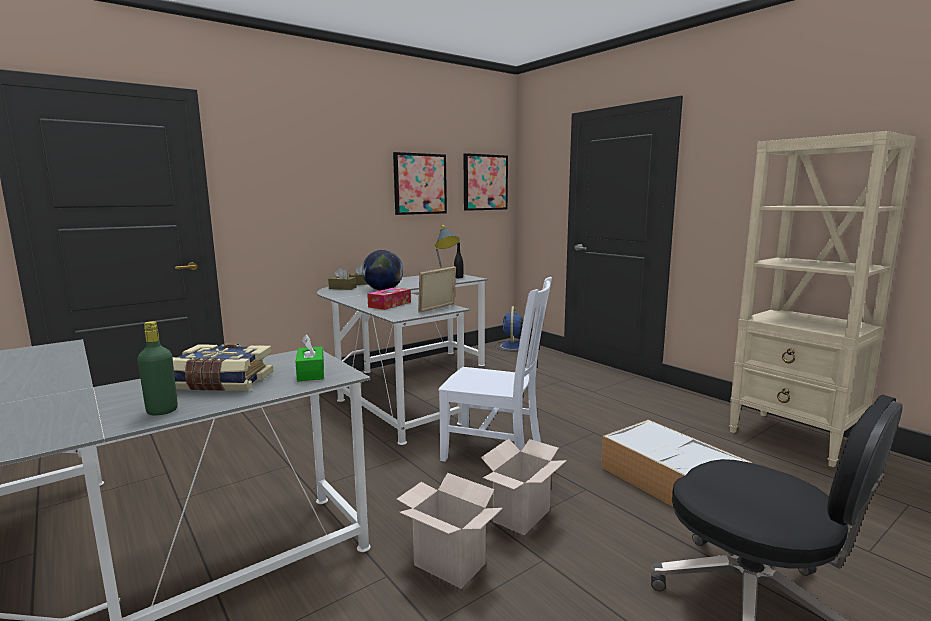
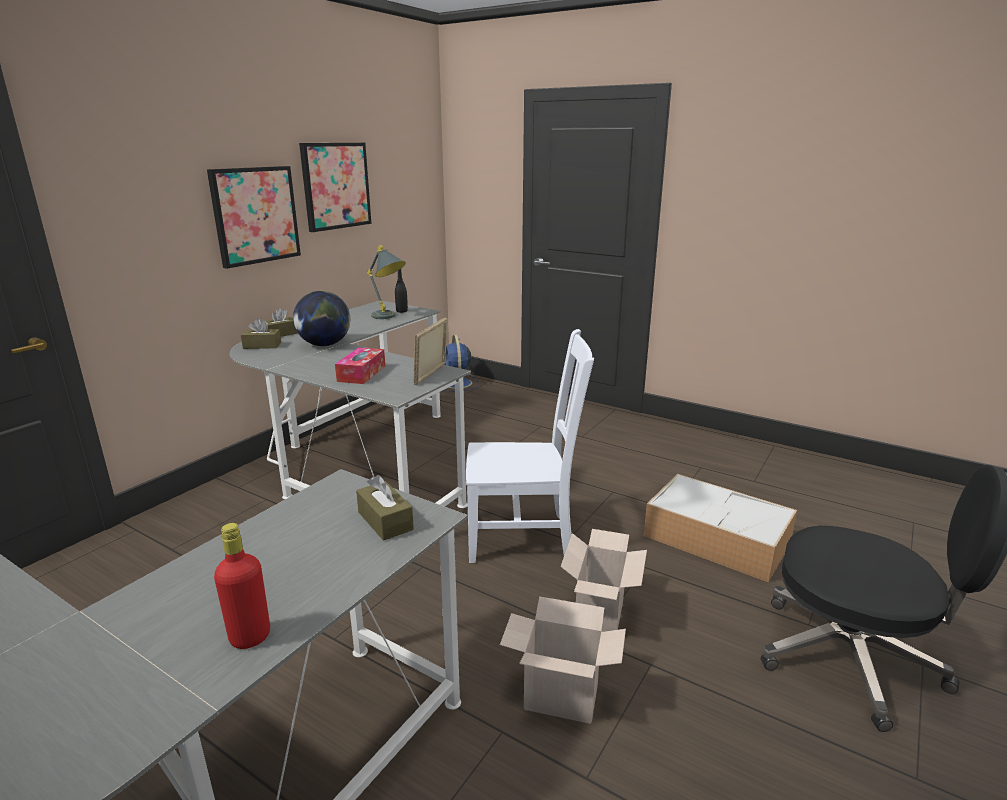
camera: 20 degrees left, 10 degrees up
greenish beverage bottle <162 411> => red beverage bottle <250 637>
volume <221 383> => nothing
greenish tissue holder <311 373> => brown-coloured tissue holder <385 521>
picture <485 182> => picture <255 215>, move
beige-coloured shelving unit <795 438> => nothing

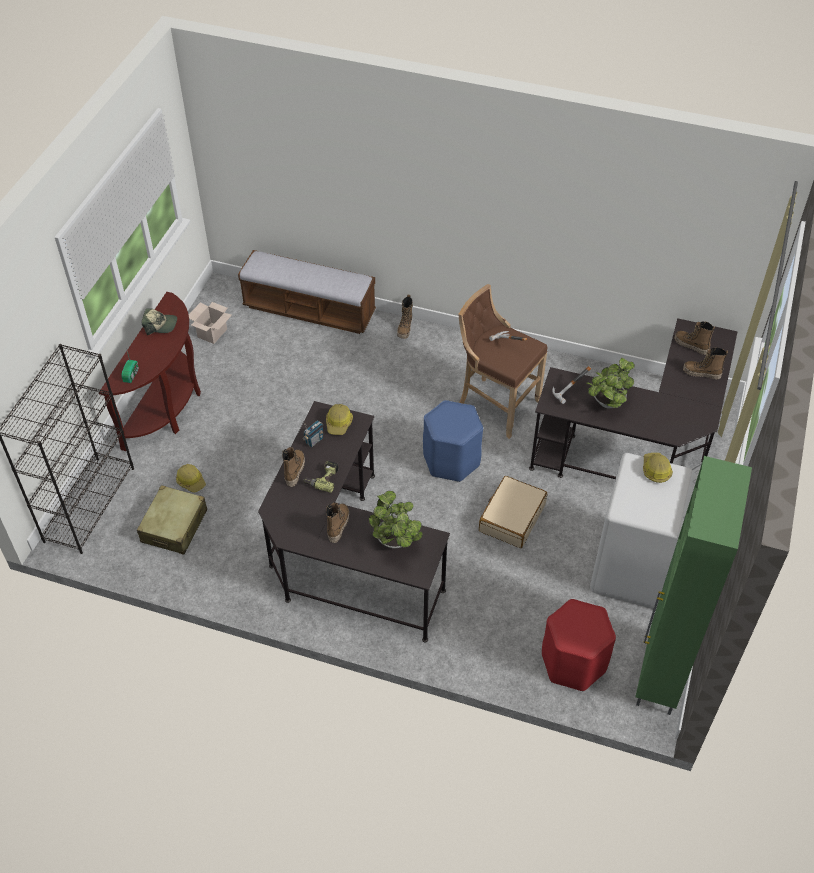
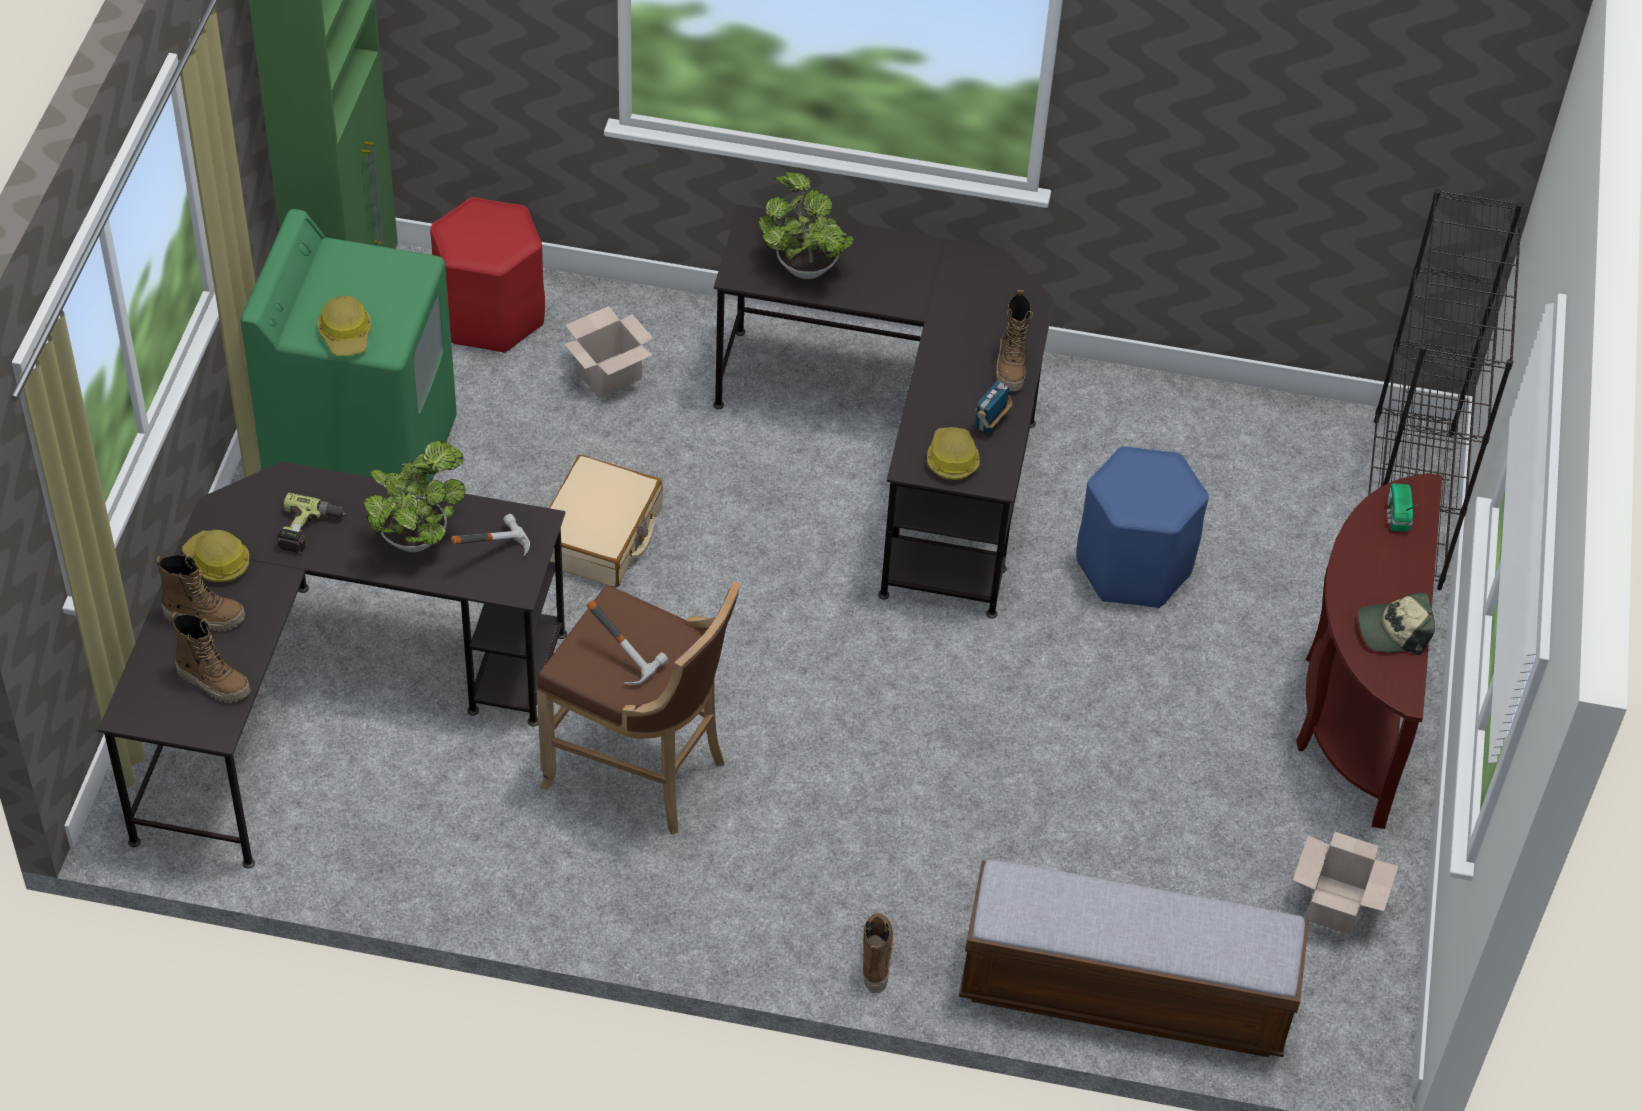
camera: 170 degrees right, 0 degrees up
beige-coloured piece of luggage <174 526> => nothing
hard hat <191 481> => hard hat <217 562>, move
electric drill <322 478> => electric drill <309 531>, move
tall boot <338 525> => nothing
blue-coloured stool seat <451 460> => blue-coloured stool seat <1134 567>, move
white-coloured laundry machine <639 571> => greenish laundry machine <363 459>
nothing => packing box <610 374>

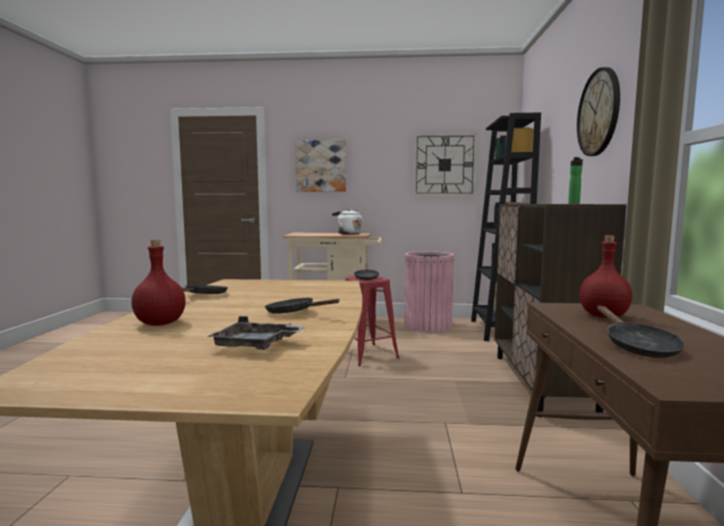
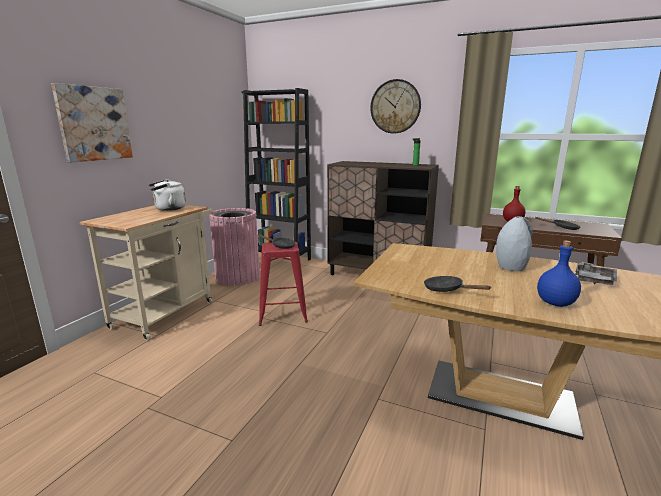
camera: 70 degrees left, 10 degrees up
red beverage bottle <161 323> => blue-coloured beverage bottle <554 303>
black-coloured frying pan <294 313> => greyish decorative vase <511 267>
hanging clock <444 165> => nothing

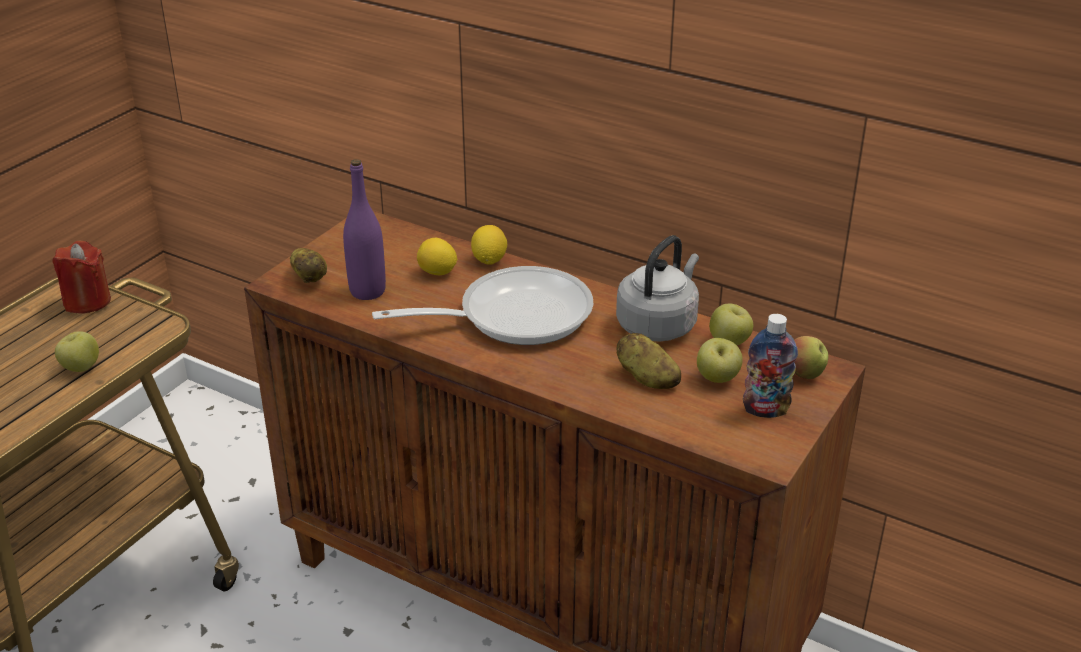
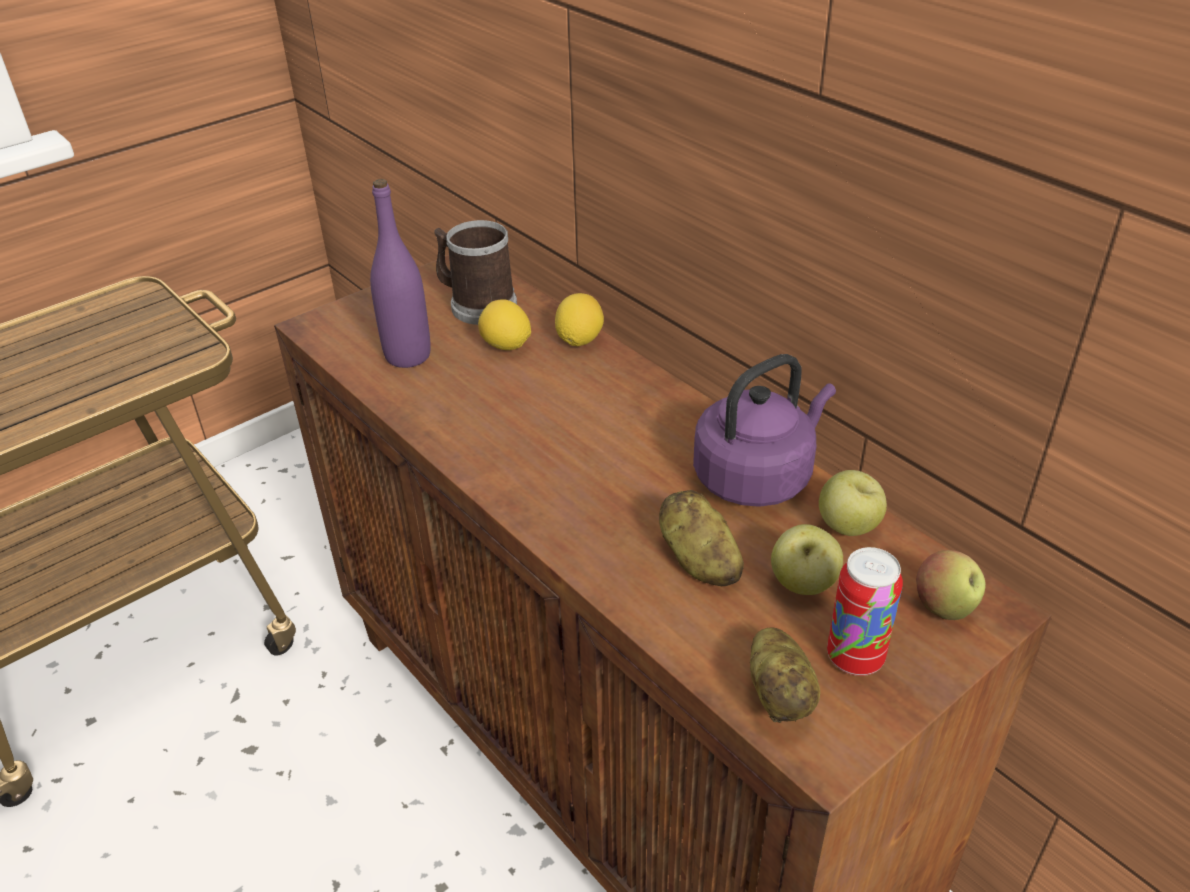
camera: 20 degrees right, 5 degrees up
red candle <87 301> => nothing
apple fruit <81 368> => nothing
whole potato <310 278> => whole potato <780 694>, move
frying pan <513 316> => nothing
greyish tea kettle <658 324> => purple-coloured tea kettle <757 477>
beverage bottle <765 410> => sealed can <855 657>
nothing => tea mug <477 305>

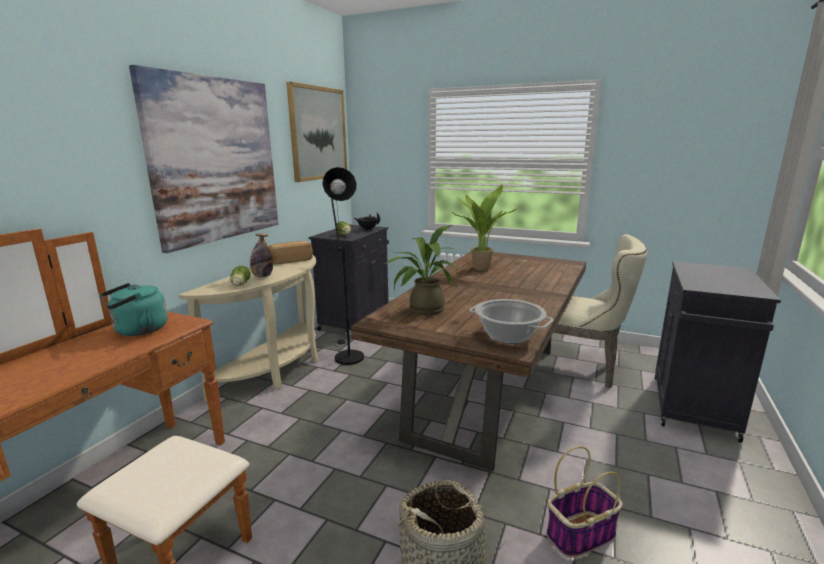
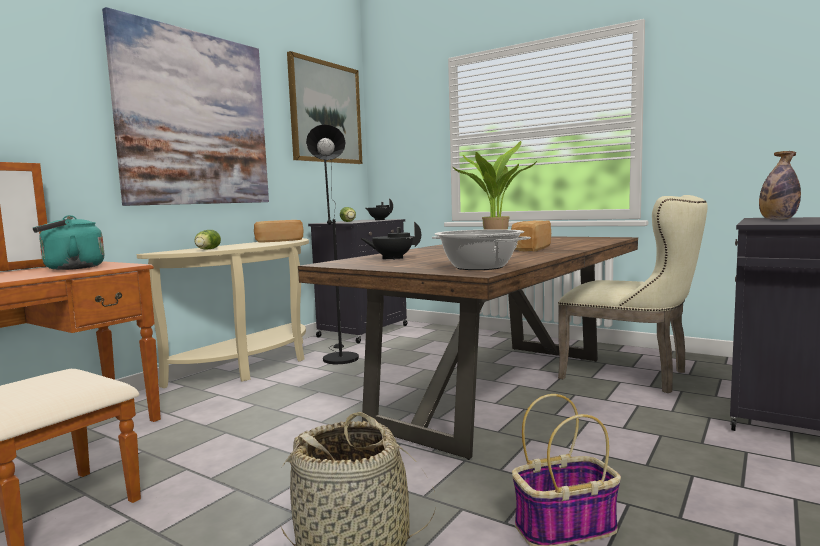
camera: 10 degrees right, 10 degrees down
beverage bottle <262 276> => beverage bottle <777 219>, move
potted plant <422 310> => black-coloured tea pot <392 258>
nothing => baked bread <529 249>

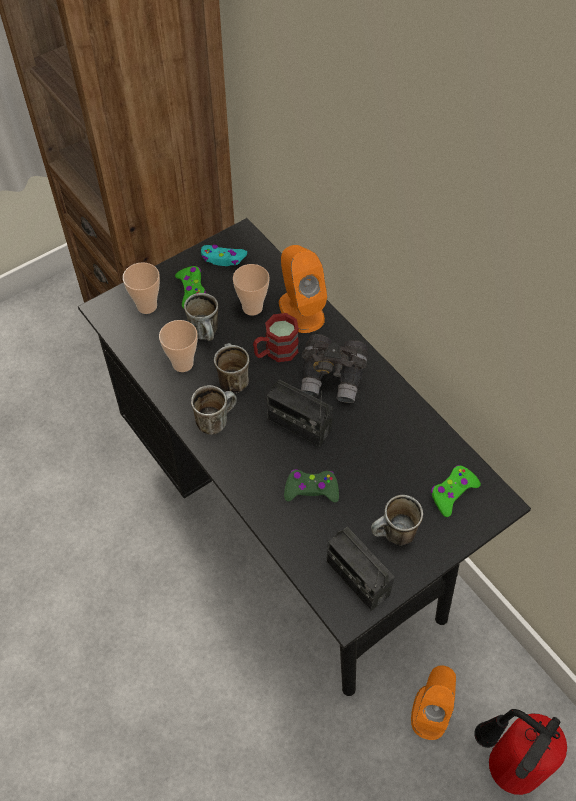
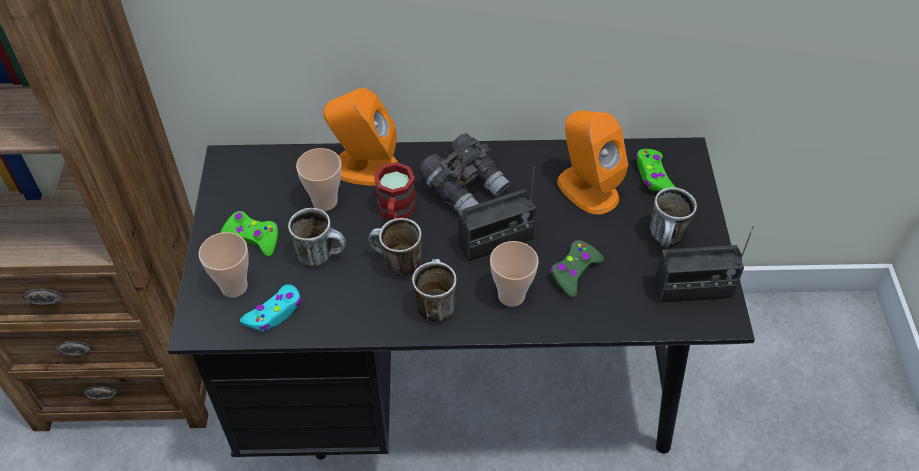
camera: 55 degrees left, 5 degrees down
small cup <182 363> => small cup <511 295>, move
turquoise game controller <223 259> => turquoise game controller <274 313>, move
orangey loudspeaker <431 711> => orangey loudspeaker <587 188>, move
fire extinguisher <504 765> => nothing

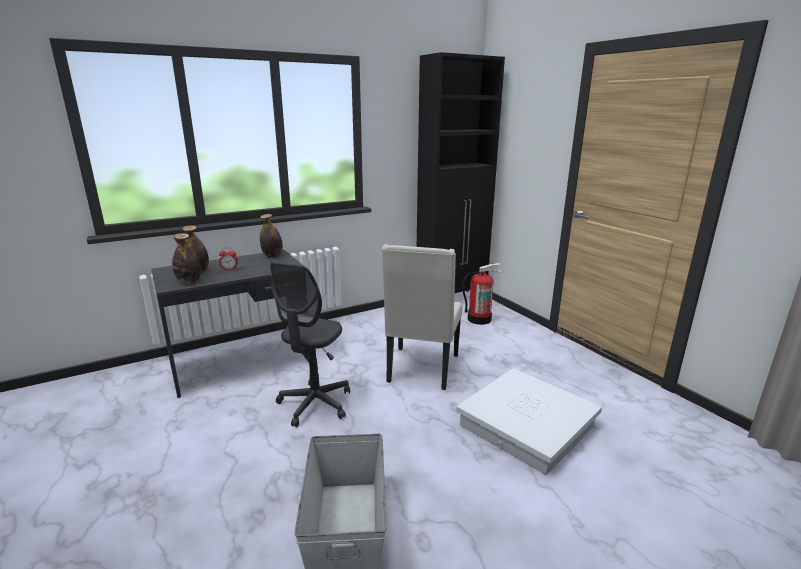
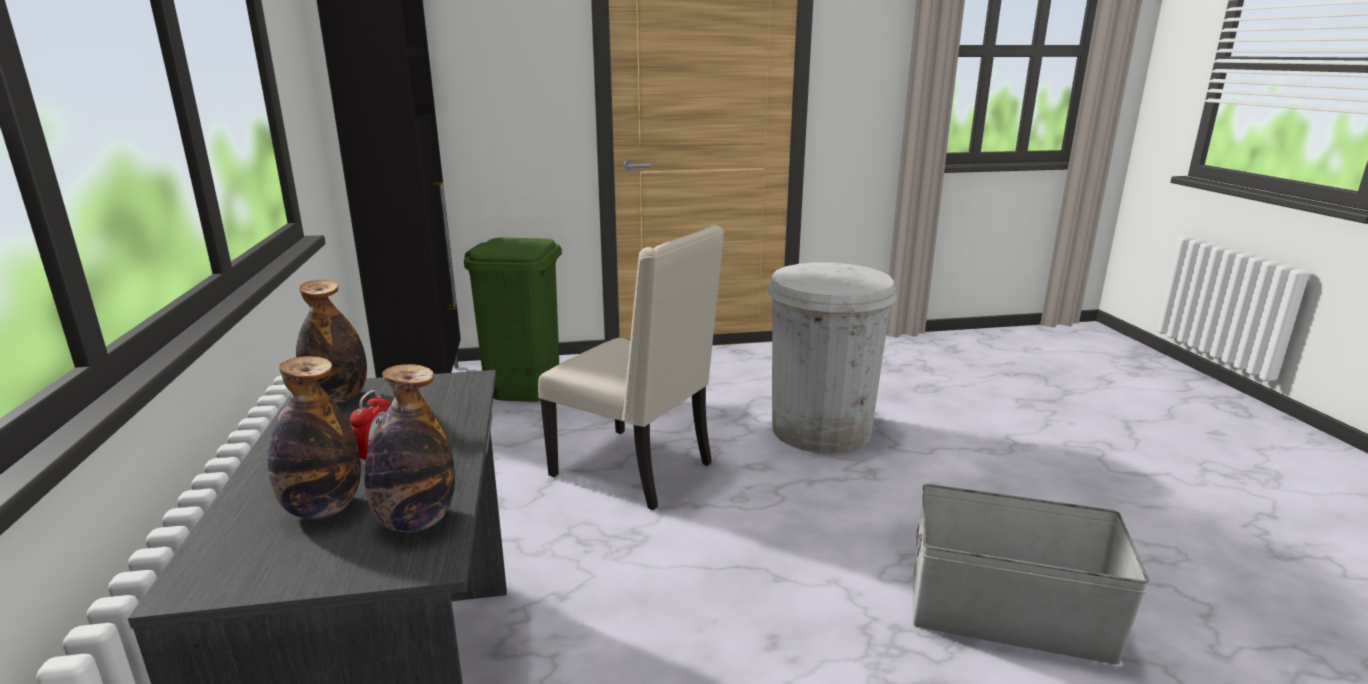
camera: 70 degrees left, 0 degrees up
greyish computer chair <315 404> => nothing
white-coloured storage container <527 425> => white-coloured trash can <821 429>
fire extinguisher <479 319> => greenish trash can <523 387>

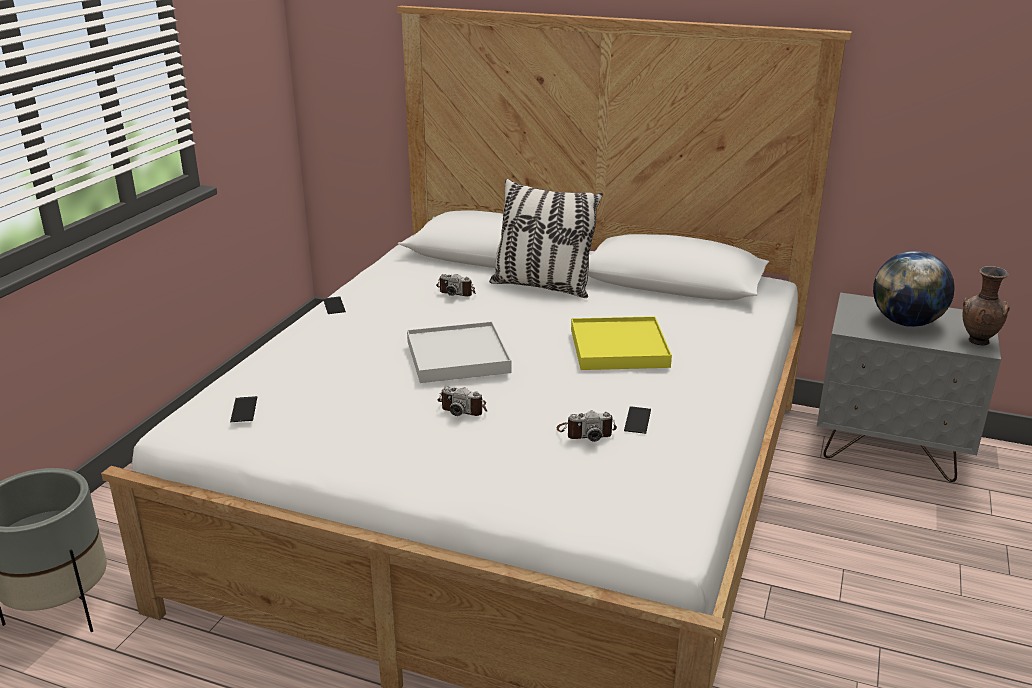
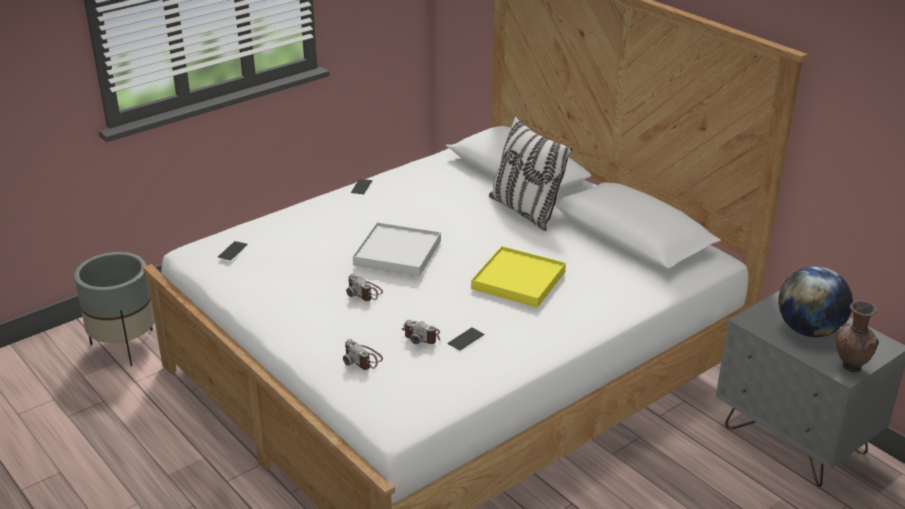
camera: 30 degrees right, 5 degrees up
still camera <457 292> => still camera <363 359>, move

